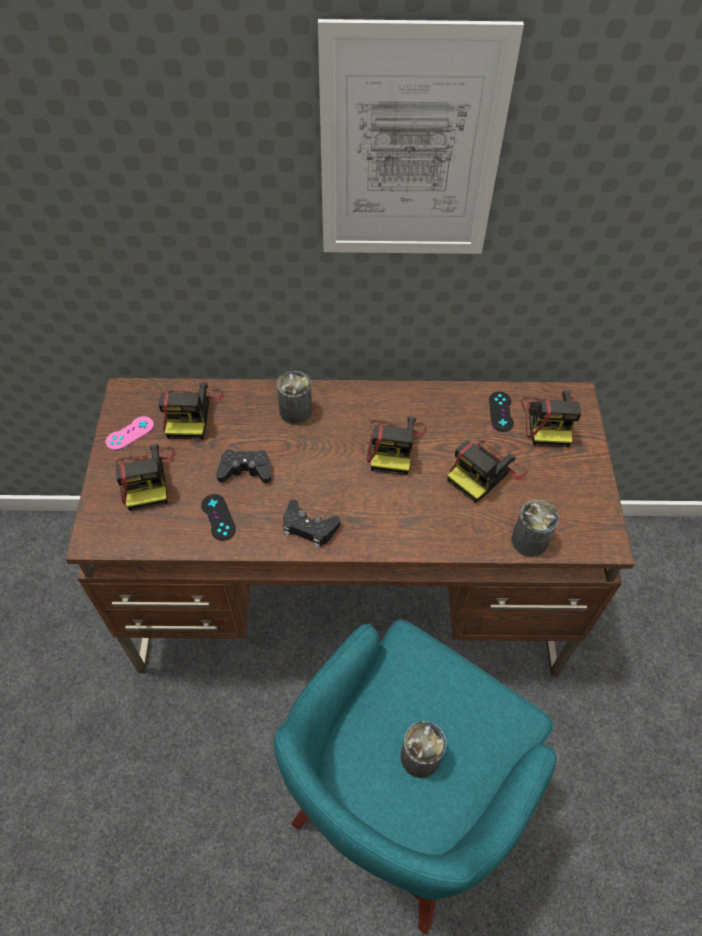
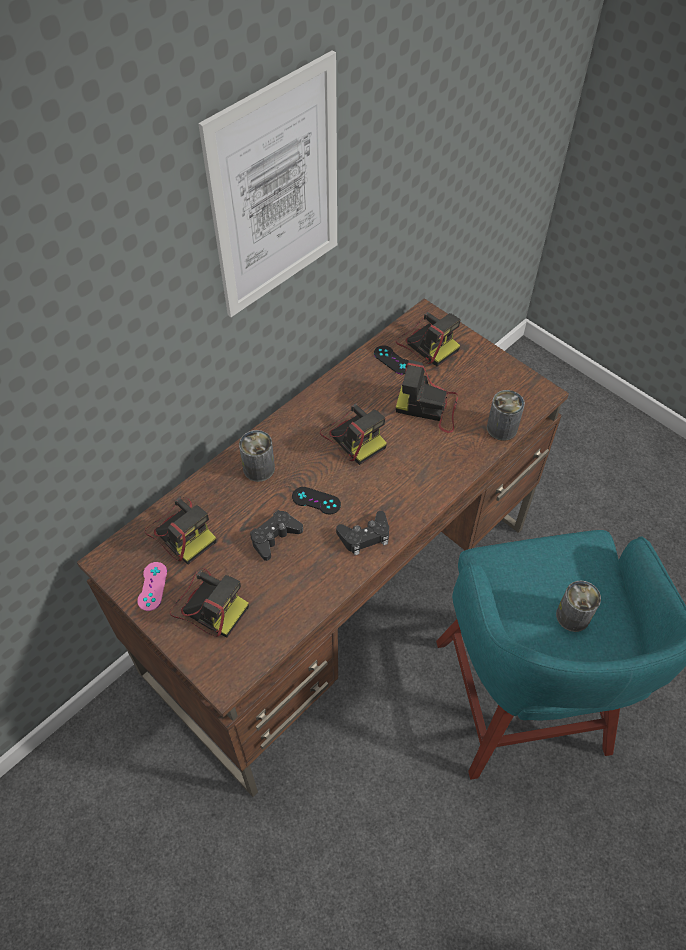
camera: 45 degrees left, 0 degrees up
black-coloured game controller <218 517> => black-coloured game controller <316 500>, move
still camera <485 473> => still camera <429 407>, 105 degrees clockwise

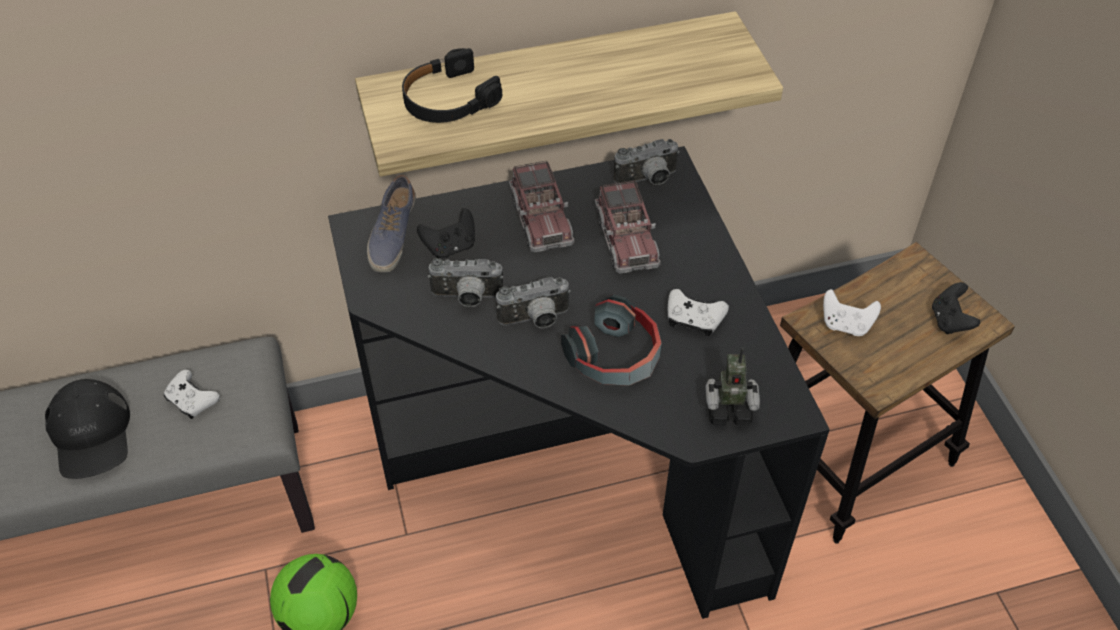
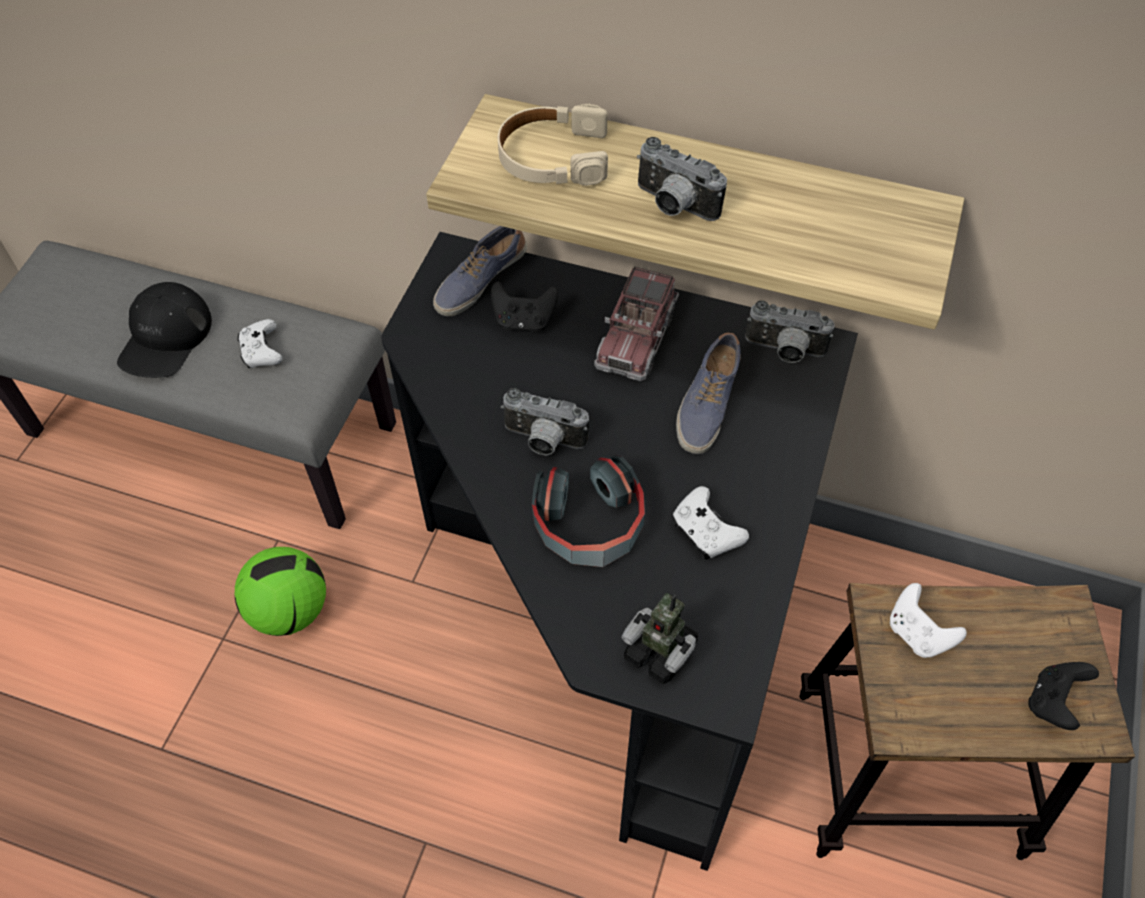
camera: 35 degrees right, 5 degrees up
black-coloured pair of headphones <448 99> => beige-coloured pair of headphones <553 157>
still camera <466 298> => still camera <673 206>, move
toy lorry <626 239> => low shoe <706 405>

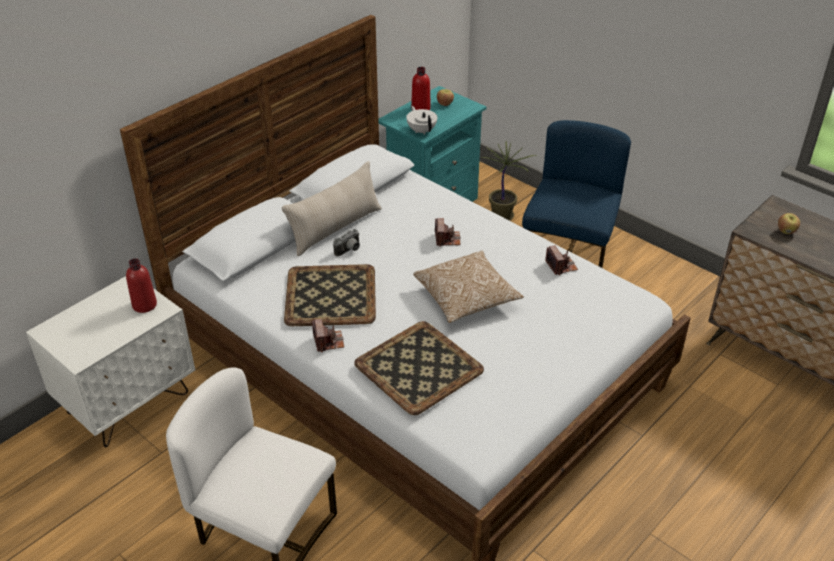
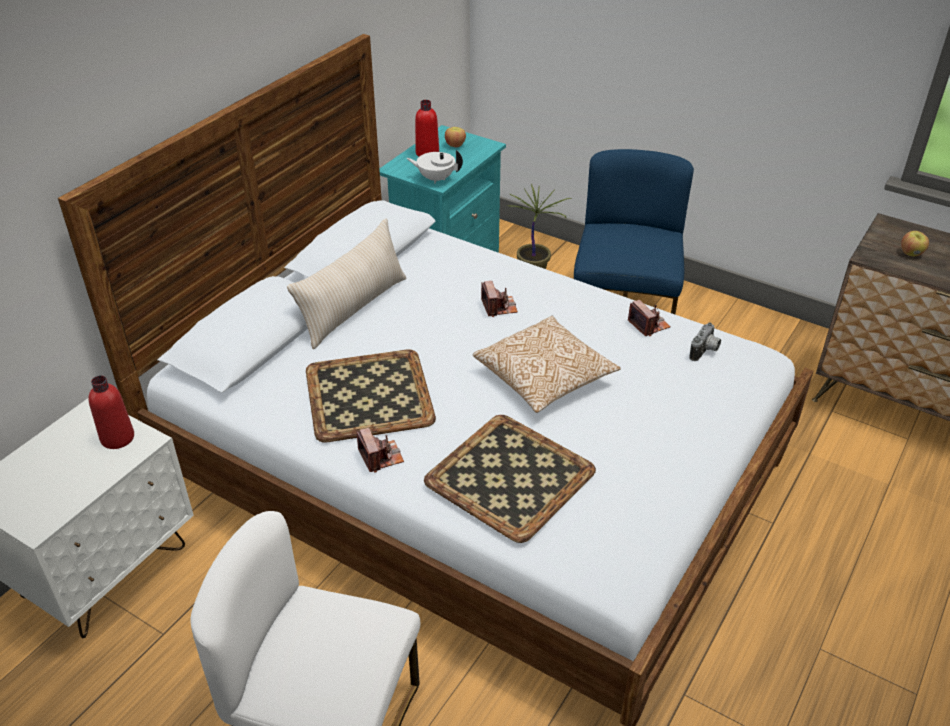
camera: 10 degrees left, 0 degrees up
still camera <349 251> => still camera <705 352>, move
white-coloured tea pot <421 131> => white-coloured tea pot <435 178>, 45 degrees counterclockwise

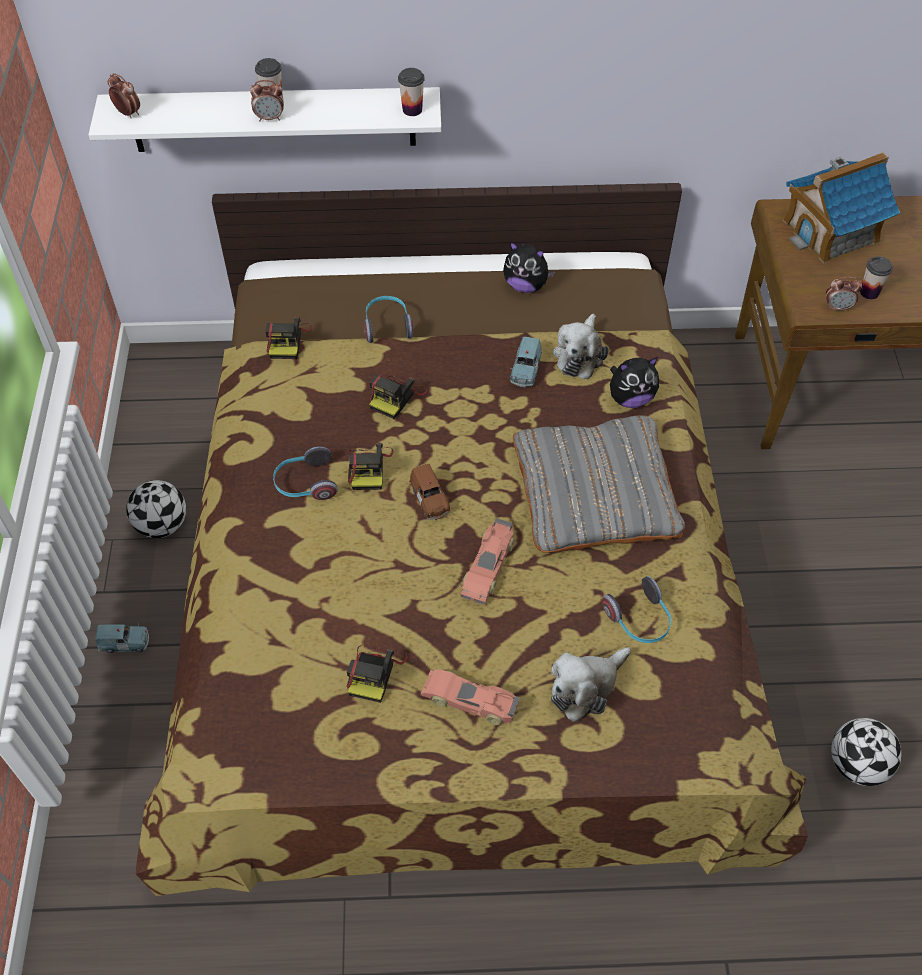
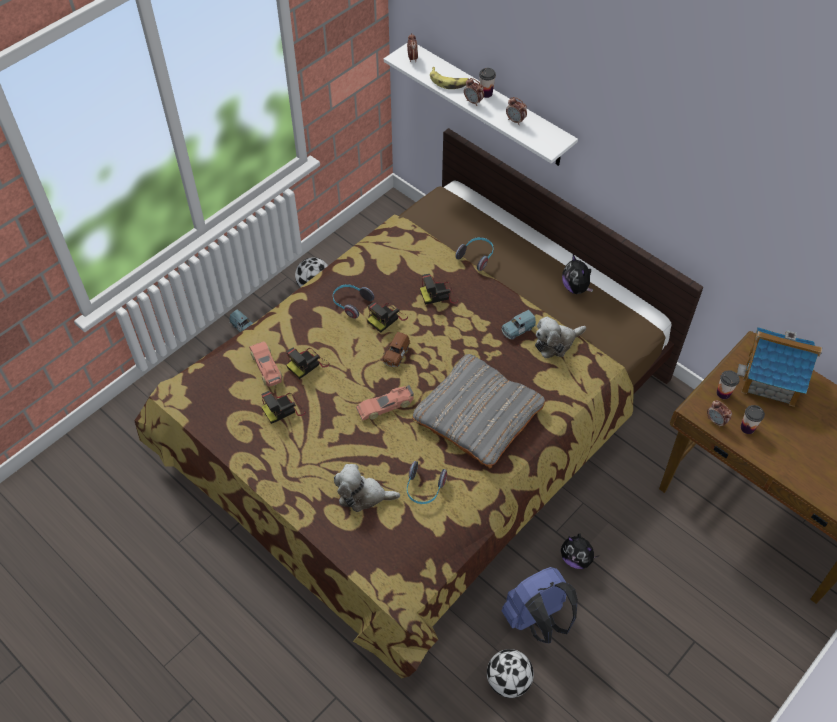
camera: 45 degrees right, 0 degrees up
still camera <287 340> => still camera <307 364>, move
small cup <412 110> => small cup <723 393>, move
toy car <470 700> => toy car <266 367>, move
cuddly toy <630 398> => cuddly toy <576 558>, move
nothing => banana fruit <449 82>
nothing => blue-coloured backpack <536 619>
nothing => table clock <515 121>

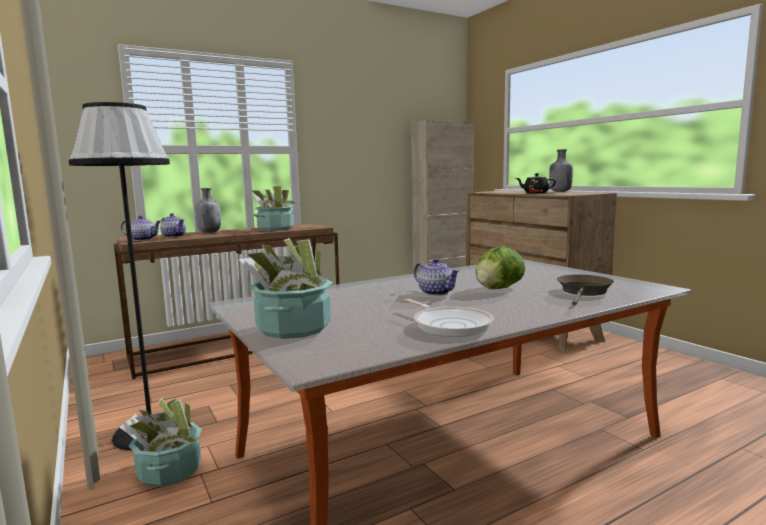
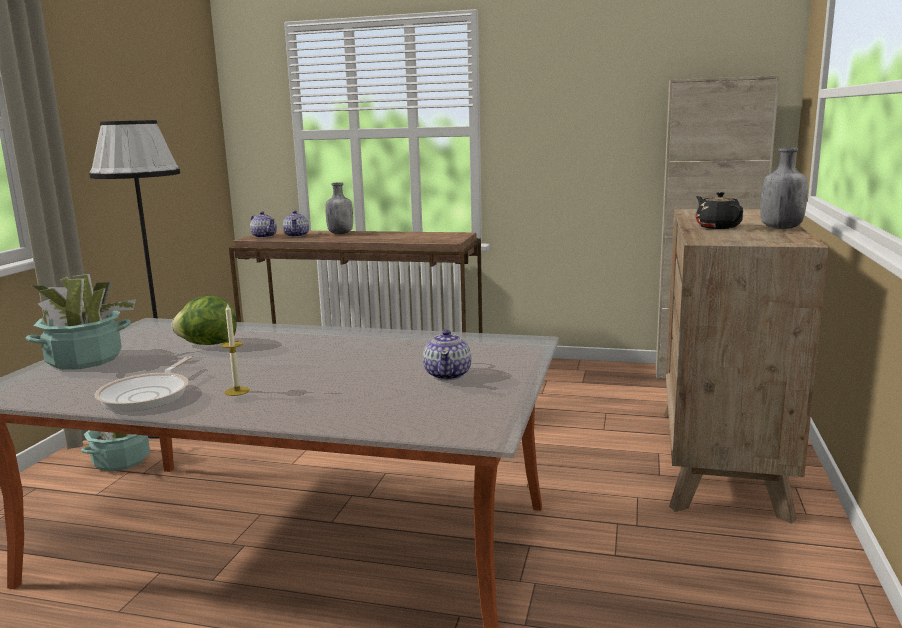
camera: 45 degrees right, 5 degrees up
potted plant <275 229> => nothing
tea pot <436 292> => tea pot <448 374>, move
head of lettuce <498 289> => head of lettuce <208 344>, move
brown-coloured frying pan <584 292> => nothing
nothing => candle <237 391>

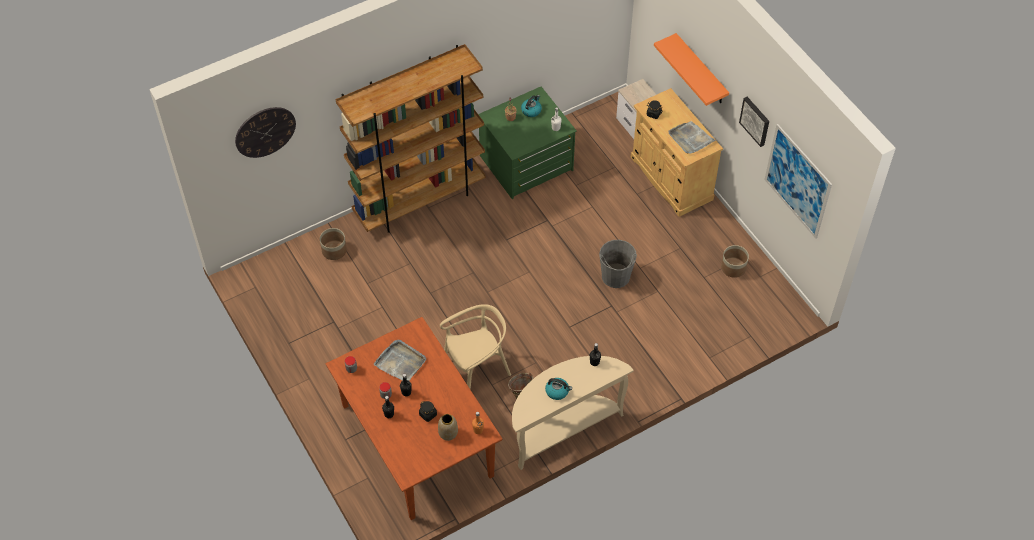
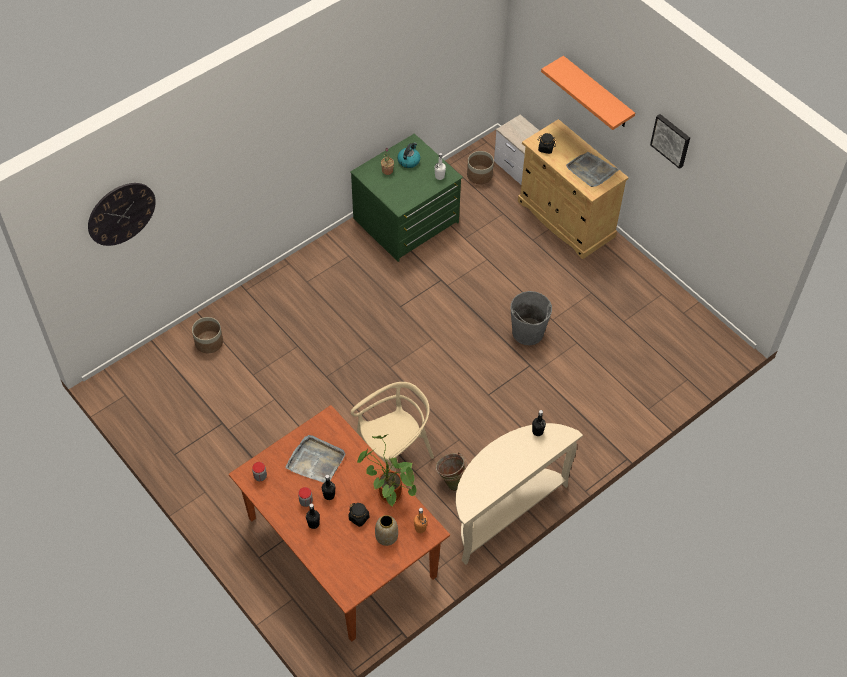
camera: 10 degrees left, 0 degrees up
brown-coloured shelving unit <420 201> => nothing
tea kettle <557 391> => nothing
flower pot <733 267> => flower pot <479 175>, move
picture <797 181> => nothing
nothing => potted plant <387 493>

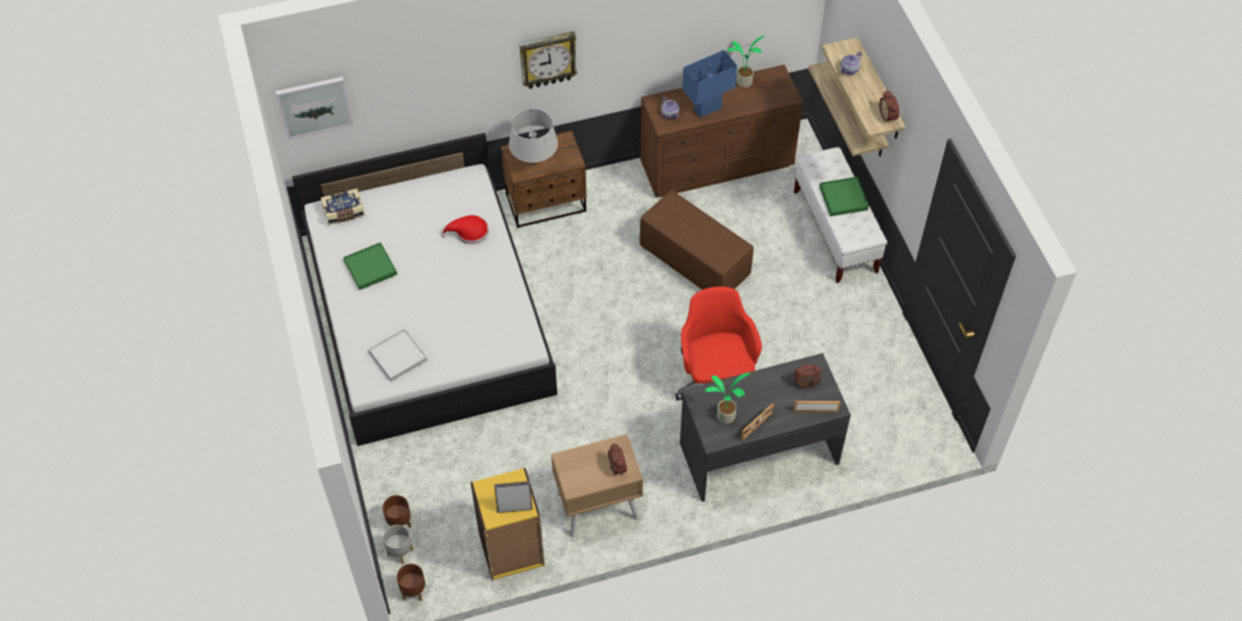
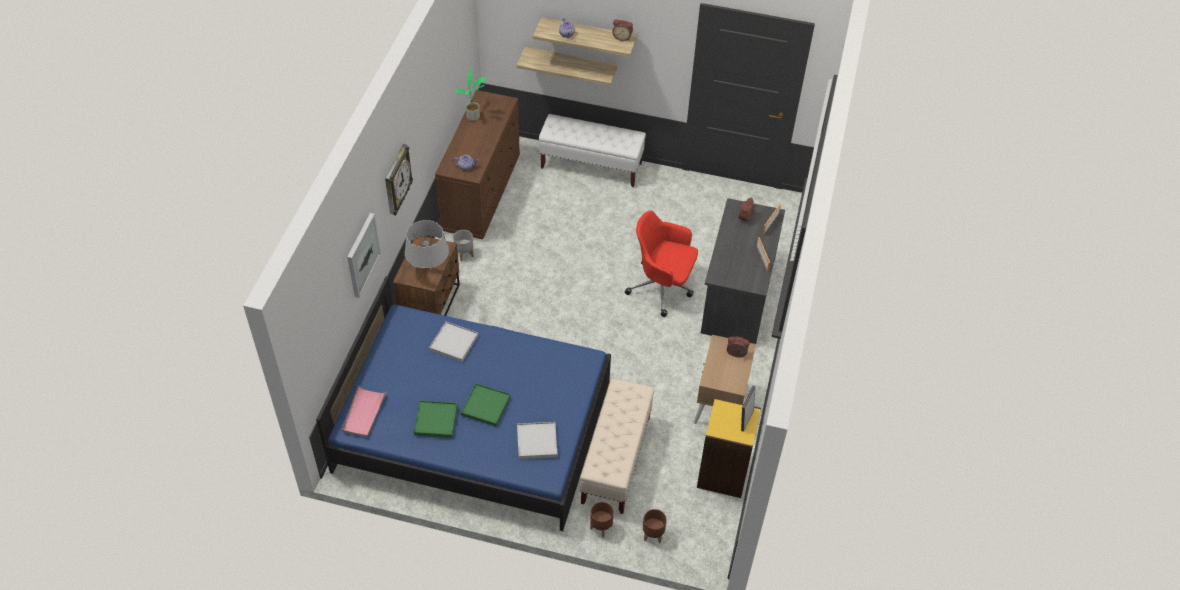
camera: 60 degrees left, 5 degrees down
picture <314 106> => picture <362 255>, move
white-coloured sleeping bed <428 314> => blue-coloured sleeping bed <473 426>
volume <344 212> => pinkish tray <364 413>
greyish flower pot <400 552> => greyish flower pot <464 254>, move
brown-coloured flower pot <413 591> => brown-coloured flower pot <601 527>, move
red hat <469 233> => white-coloured tray <454 343>
brown-coloured footrest <694 261> => nothing
blue-coloured table lamp <707 109> => nothing
potted plant <725 417> => nothing
greenish tray <843 198> => greenish tray <485 406>, move
nothing => beige-coloured indoor bench <616 459>

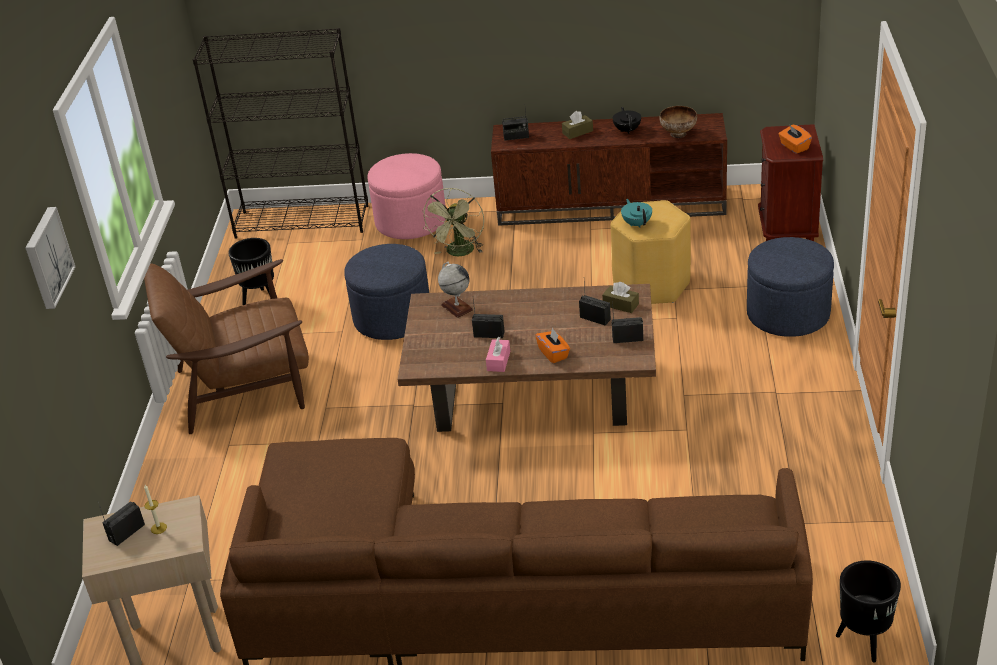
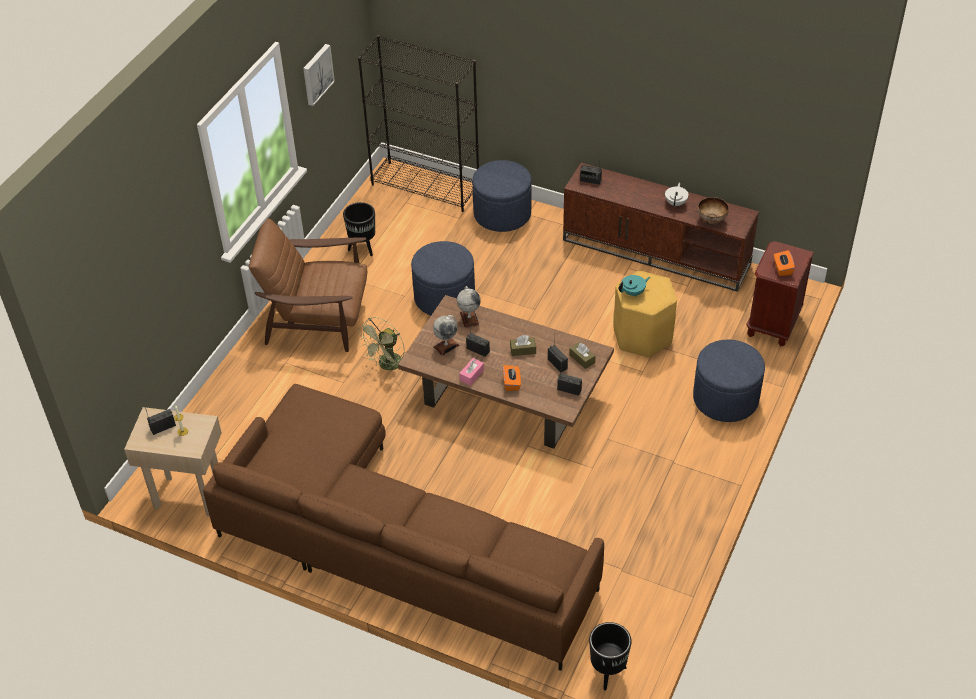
camera: 20 degrees right, 10 degrees up
picture <46 257> => picture <316 74>, move
pinkish footrest <411 221> => blue-coloured footrest <502 214>
greenish electric fan <459 253> => greenish electric fan <387 366>, move
brown-coloured tissue holder <577 132> => brown-coloured tissue holder <523 350>, move
black-coloured tea pot <627 130> => white-coloured tea pot <676 203>
turquoise tea pot <637 223> => turquoise tea pot <633 292>, 60 degrees clockwise
nothing => globe <446 346>

